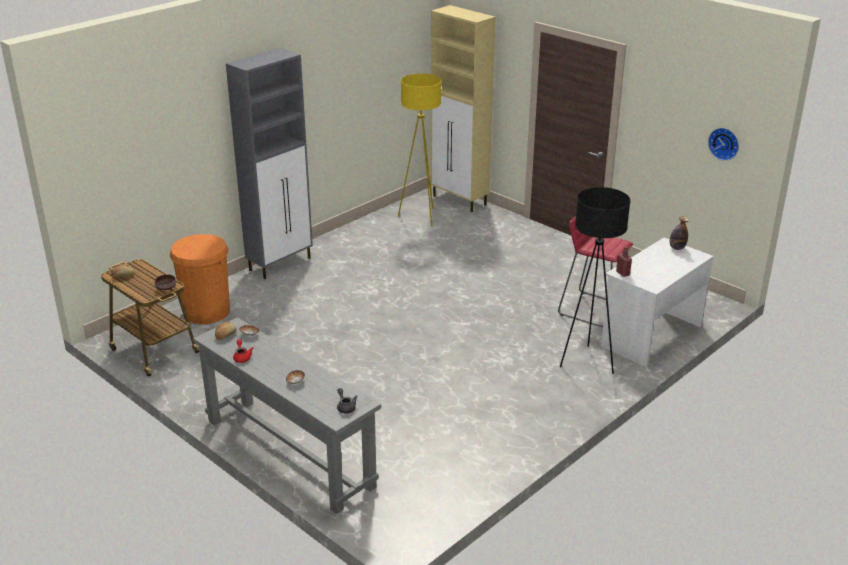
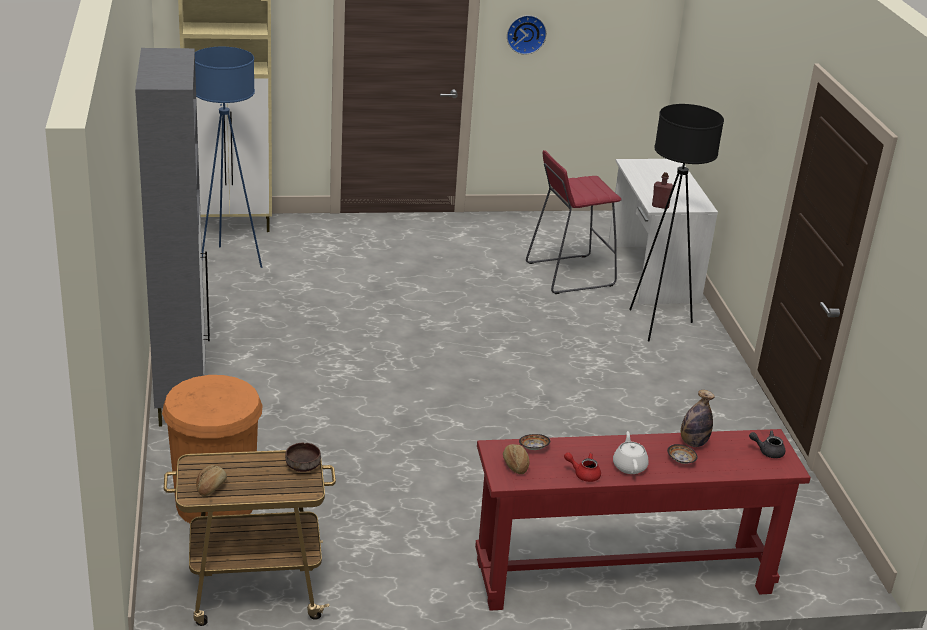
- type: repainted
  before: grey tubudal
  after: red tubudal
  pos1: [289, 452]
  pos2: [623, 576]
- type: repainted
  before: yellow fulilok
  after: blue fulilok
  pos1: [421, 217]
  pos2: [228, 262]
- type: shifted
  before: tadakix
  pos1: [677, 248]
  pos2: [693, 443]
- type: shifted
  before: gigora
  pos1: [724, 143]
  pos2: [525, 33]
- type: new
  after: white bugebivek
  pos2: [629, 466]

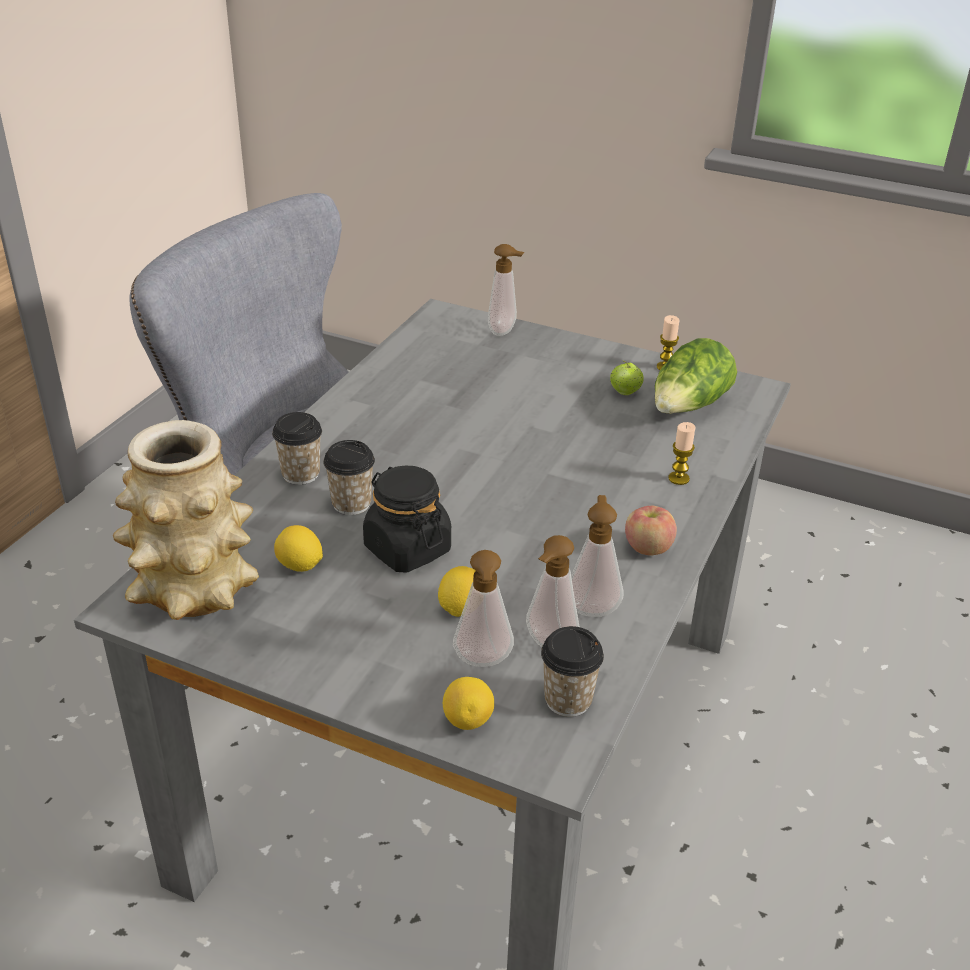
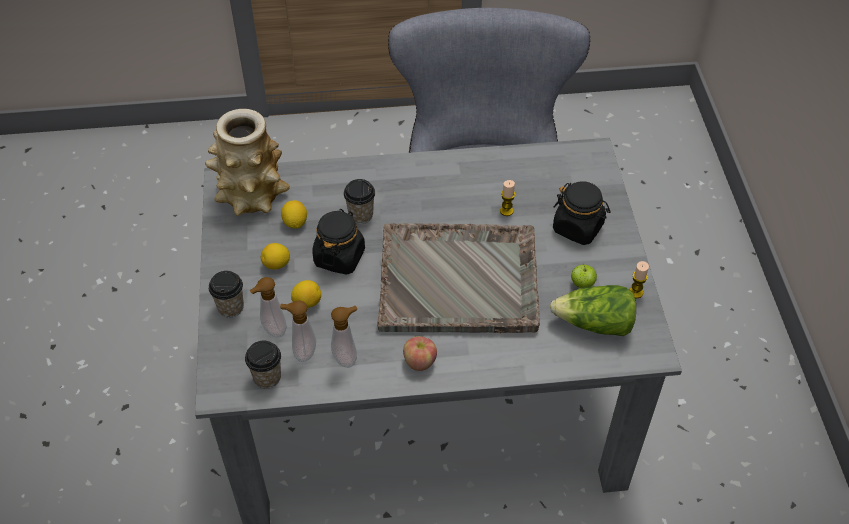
- type: shifted
  before: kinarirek
  pos1: [301, 474]
  pos2: [230, 307]
- type: shifted
  before: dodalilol
  pos1: [468, 720]
  pos2: [276, 265]
- type: gone
  before: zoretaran
  pos1: [504, 331]
- type: shifted
  before: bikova
  pos1: [678, 478]
  pos2: [506, 211]
- type: new
  after: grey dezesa
  pos2: [460, 280]
- type: new
  after: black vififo
  pos2: [578, 228]

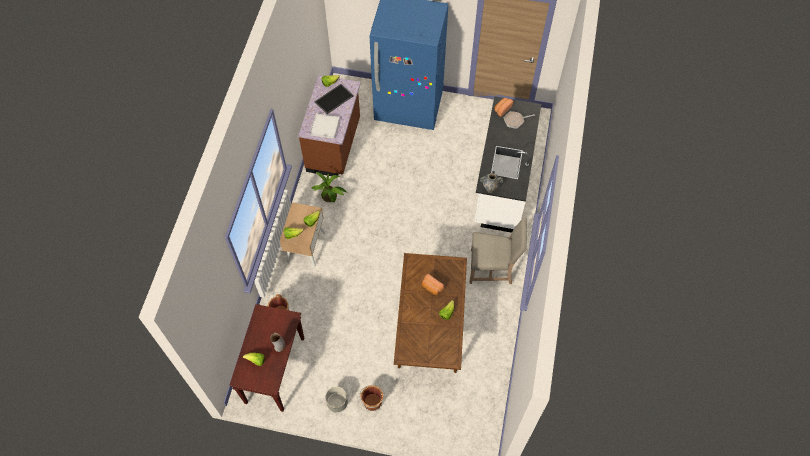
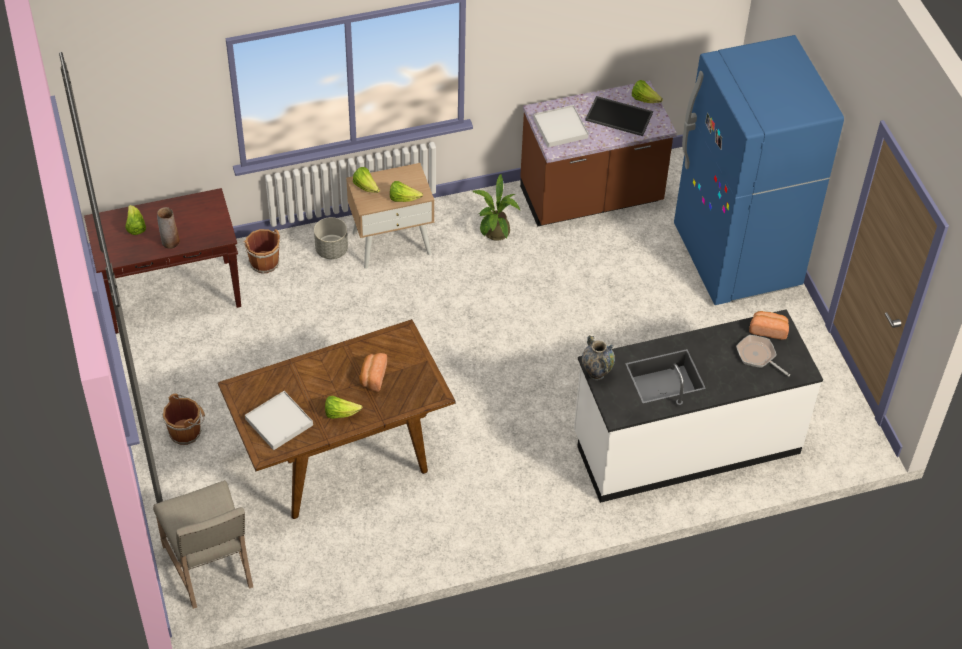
- type: shifted
  before: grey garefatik
  pos1: [337, 403]
  pos2: [331, 250]
- type: shifted
  before: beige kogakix
  pos1: [492, 268]
  pos2: [211, 567]
- type: new
  after: white dezesa
  pos2: [279, 422]

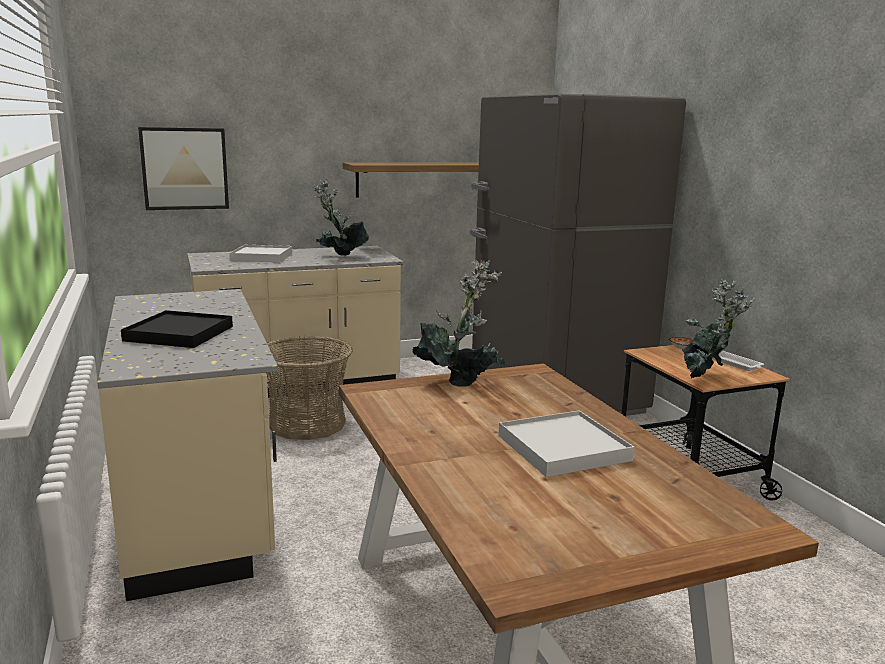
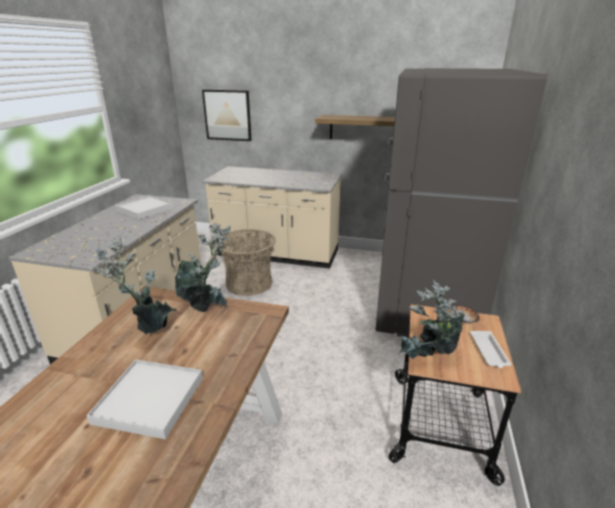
- type: gone
  before: black dezesa
  pos1: [179, 333]
- type: shifted
  before: white dezesa
  pos1: [262, 256]
  pos2: [145, 209]
- type: shifted
  before: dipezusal
  pos1: [339, 257]
  pos2: [149, 330]

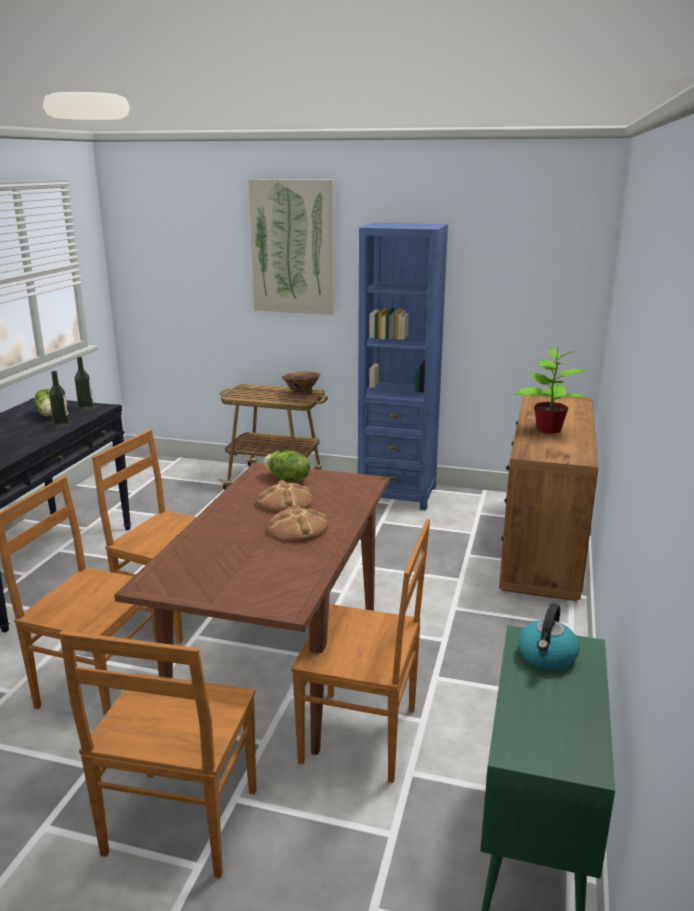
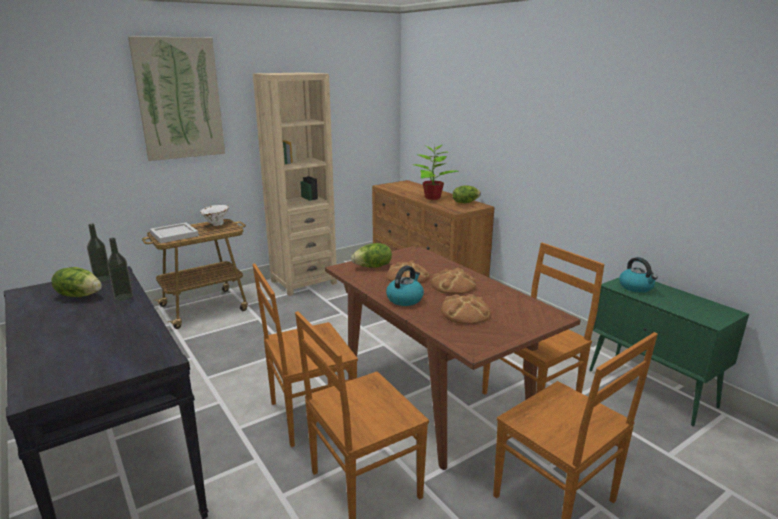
- type: repainted
  before: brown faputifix
  after: white faputifix
  pos1: [301, 393]
  pos2: [216, 225]
- type: repainted
  before: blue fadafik
  after: beige fadafik
  pos1: [397, 494]
  pos2: [303, 282]
- type: new
  after: white dezesa
  pos2: [175, 235]
- type: new
  after: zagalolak
  pos2: [405, 299]
- type: new
  after: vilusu
  pos2: [465, 313]
- type: new
  after: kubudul
  pos2: [465, 202]

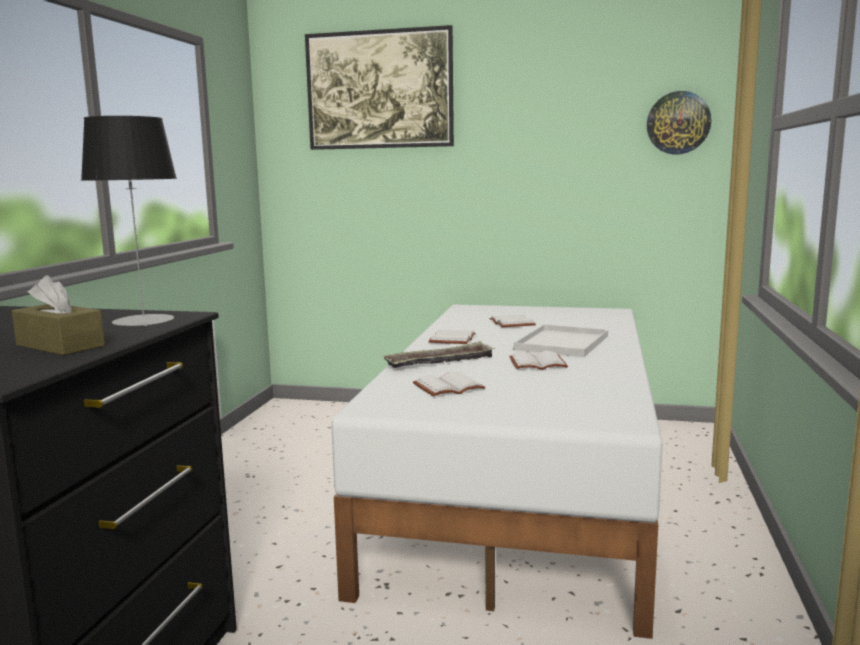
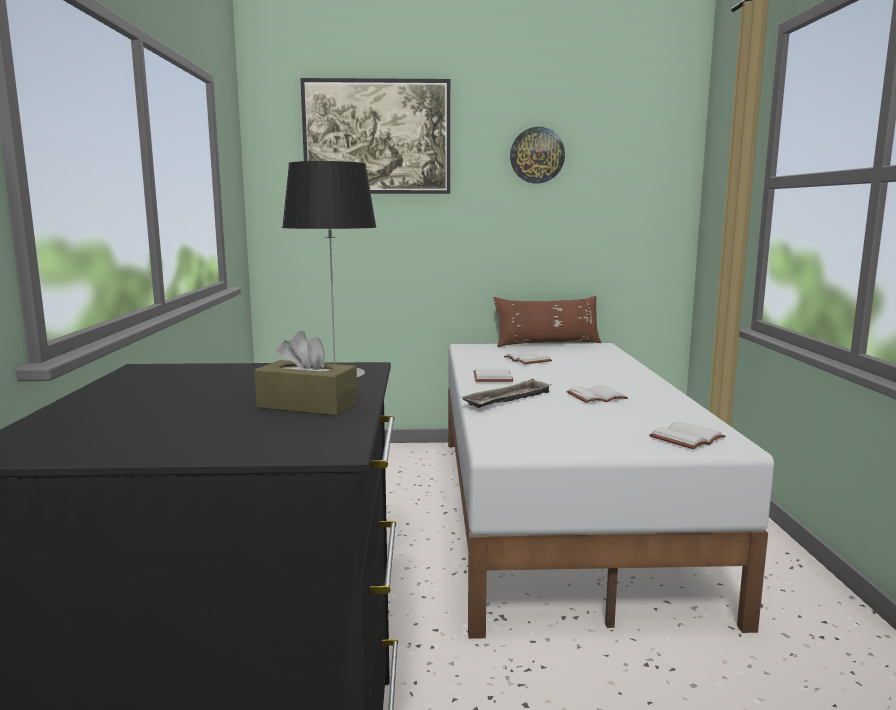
- type: shifted
  before: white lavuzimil
  pos1: [448, 388]
  pos2: [688, 439]
- type: gone
  before: white dezesa
  pos1: [561, 342]
- type: shifted
  before: gigora
  pos1: [678, 123]
  pos2: [537, 155]
- type: new
  after: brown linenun
  pos2: [547, 344]

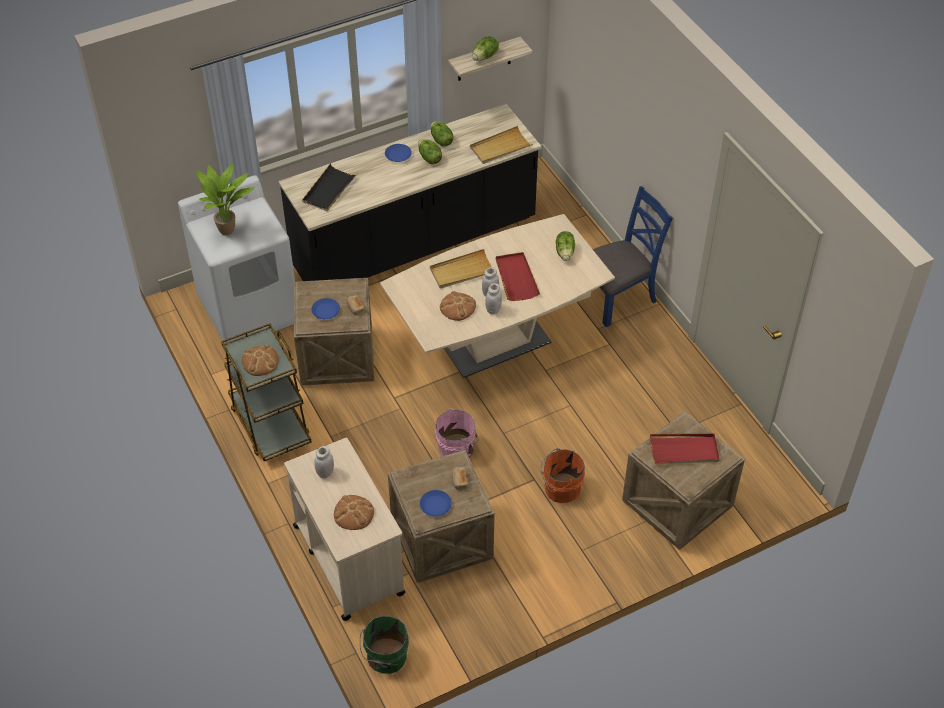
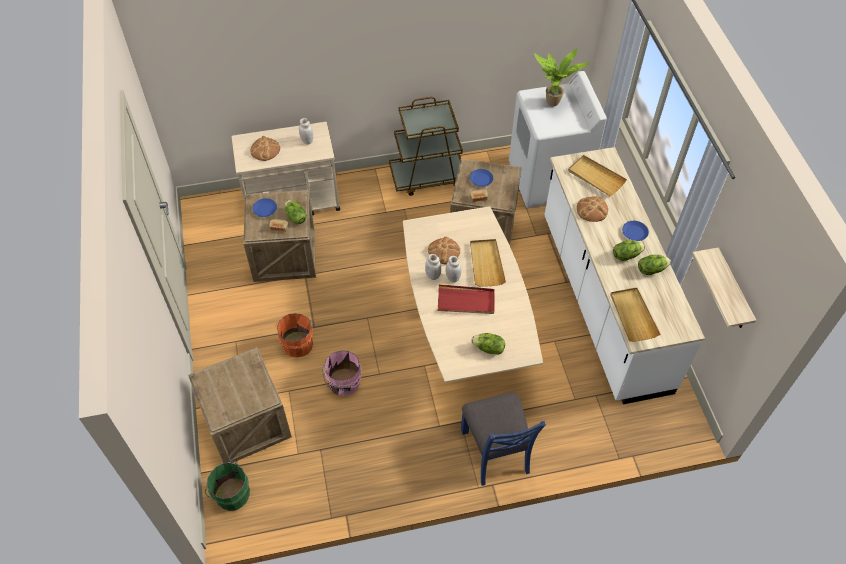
- type: shifted
  before: vilusu
  pos1: [260, 361]
  pos2: [592, 210]
- type: repainted
  before: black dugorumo
  after: white dugorumo
  pos1: [415, 243]
  pos2: [602, 302]
- type: repainted
  before: black dezesa
  after: beige dezesa
  pos1: [329, 190]
  pos2: [595, 177]
- type: shifted
  before: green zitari
  pos1: [386, 657]
  pos2: [231, 493]
- type: shifted
  before: pink zitari
  pos1: [457, 447]
  pos2: [344, 383]
- type: shifted
  before: kubudul
  pos1: [485, 56]
  pos2: [295, 217]
- type: gone
  before: red dezesa
  pos1: [684, 450]

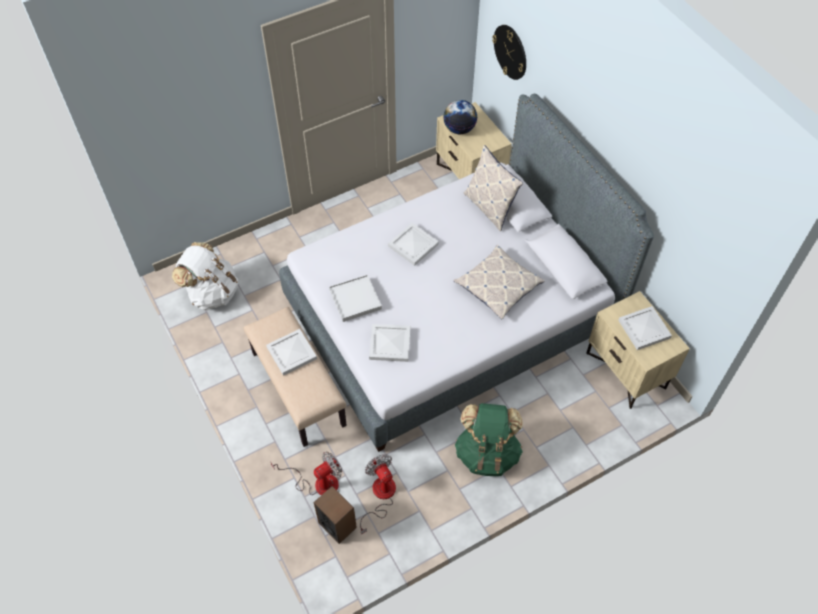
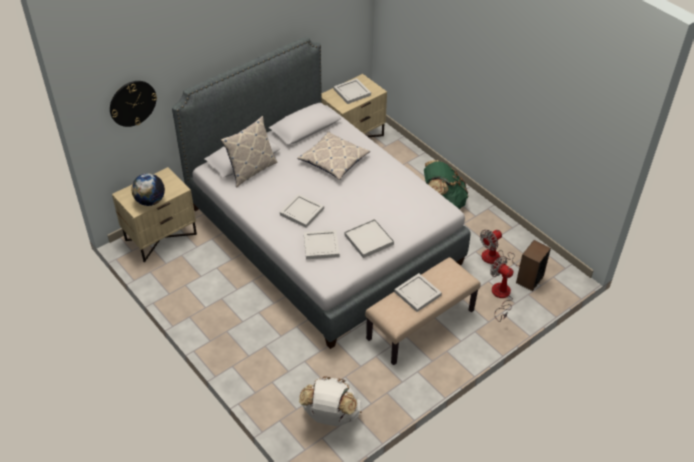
- type: shifted
  before: white dezesa
  pos1: [389, 344]
  pos2: [321, 246]

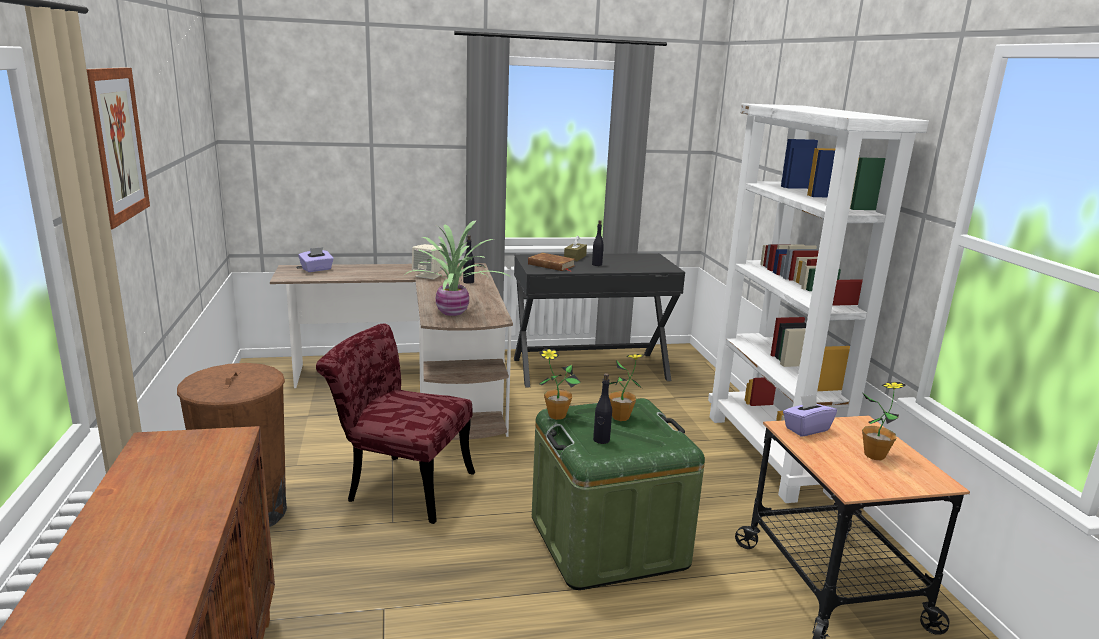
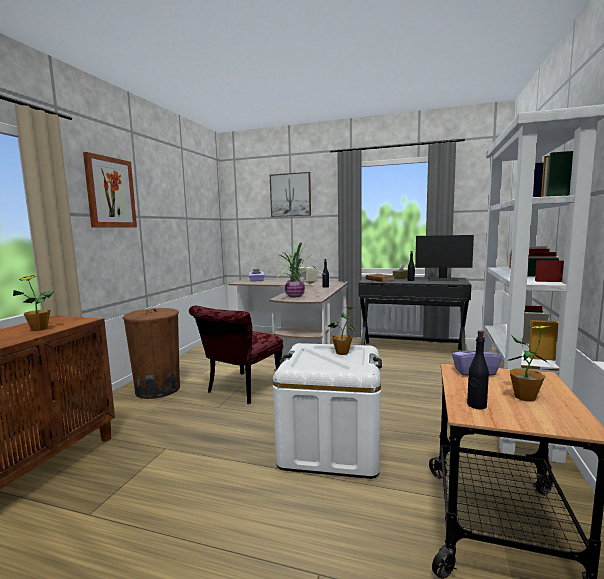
- type: rotated
  before: red kogakix
  pos1: [400, 485]
  pos2: [240, 391]
  turn: -105
- type: repainted
  before: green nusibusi
  after: white nusibusi
  pos1: [608, 542]
  pos2: [331, 446]
- type: shifted
  before: dipezusal
  pos1: [557, 415]
  pos2: [39, 329]
- type: shifted
  before: black tadakix
  pos1: [601, 440]
  pos2: [476, 405]
- type: new
  after: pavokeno
  pos2: [290, 195]
- type: new
  after: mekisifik
  pos2: [443, 279]

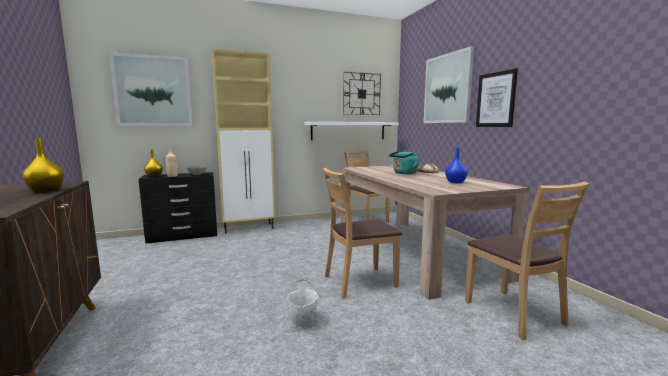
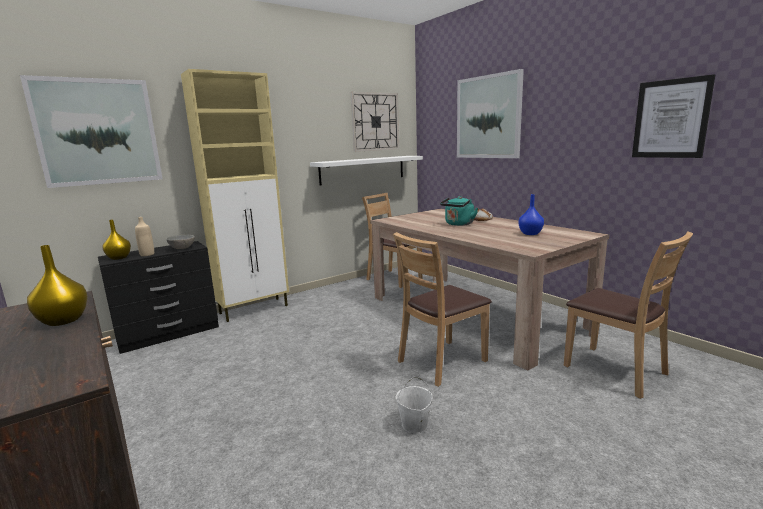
- type: shifted
  before: pavokeno
  pos1: [496, 100]
  pos2: [671, 119]

